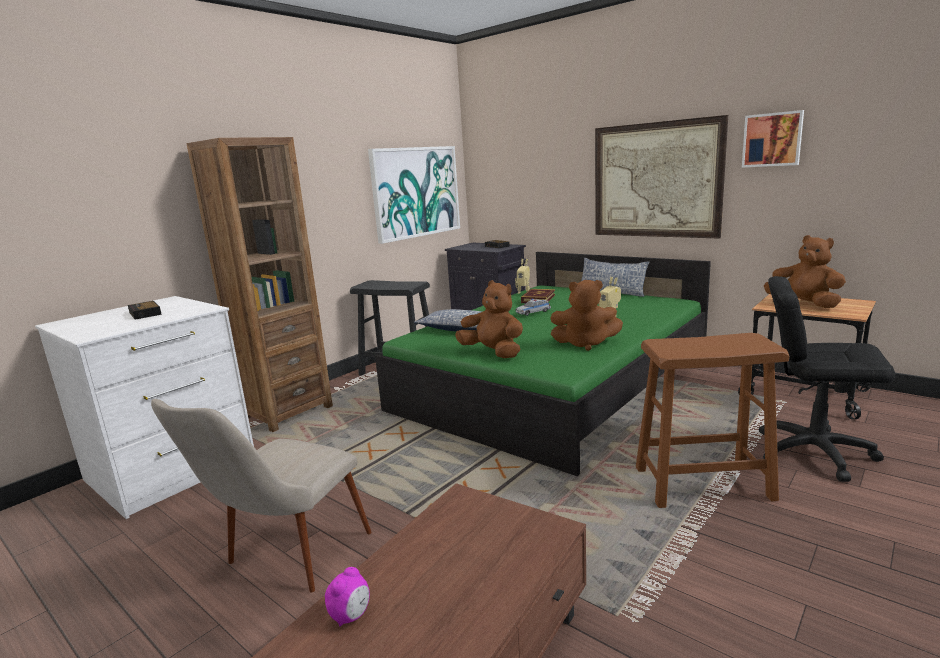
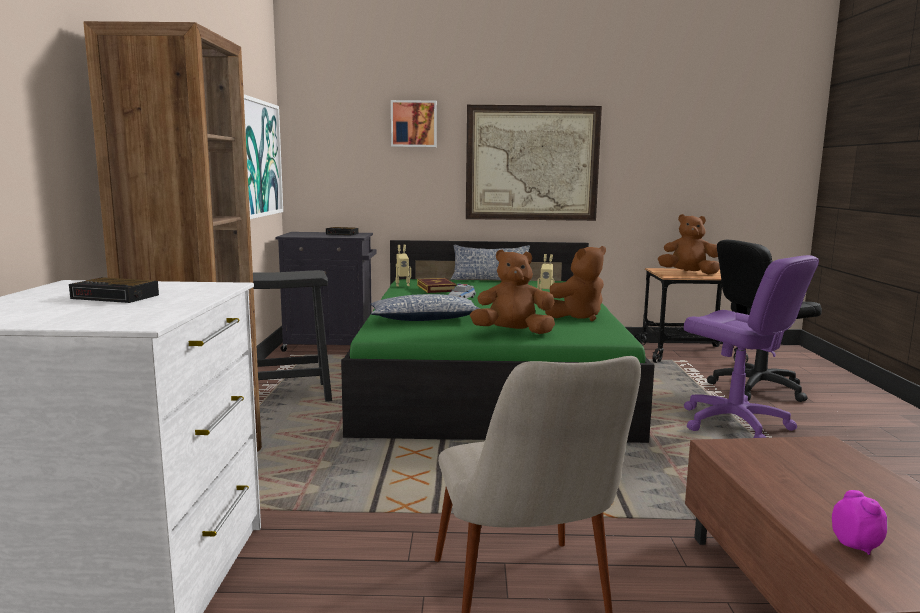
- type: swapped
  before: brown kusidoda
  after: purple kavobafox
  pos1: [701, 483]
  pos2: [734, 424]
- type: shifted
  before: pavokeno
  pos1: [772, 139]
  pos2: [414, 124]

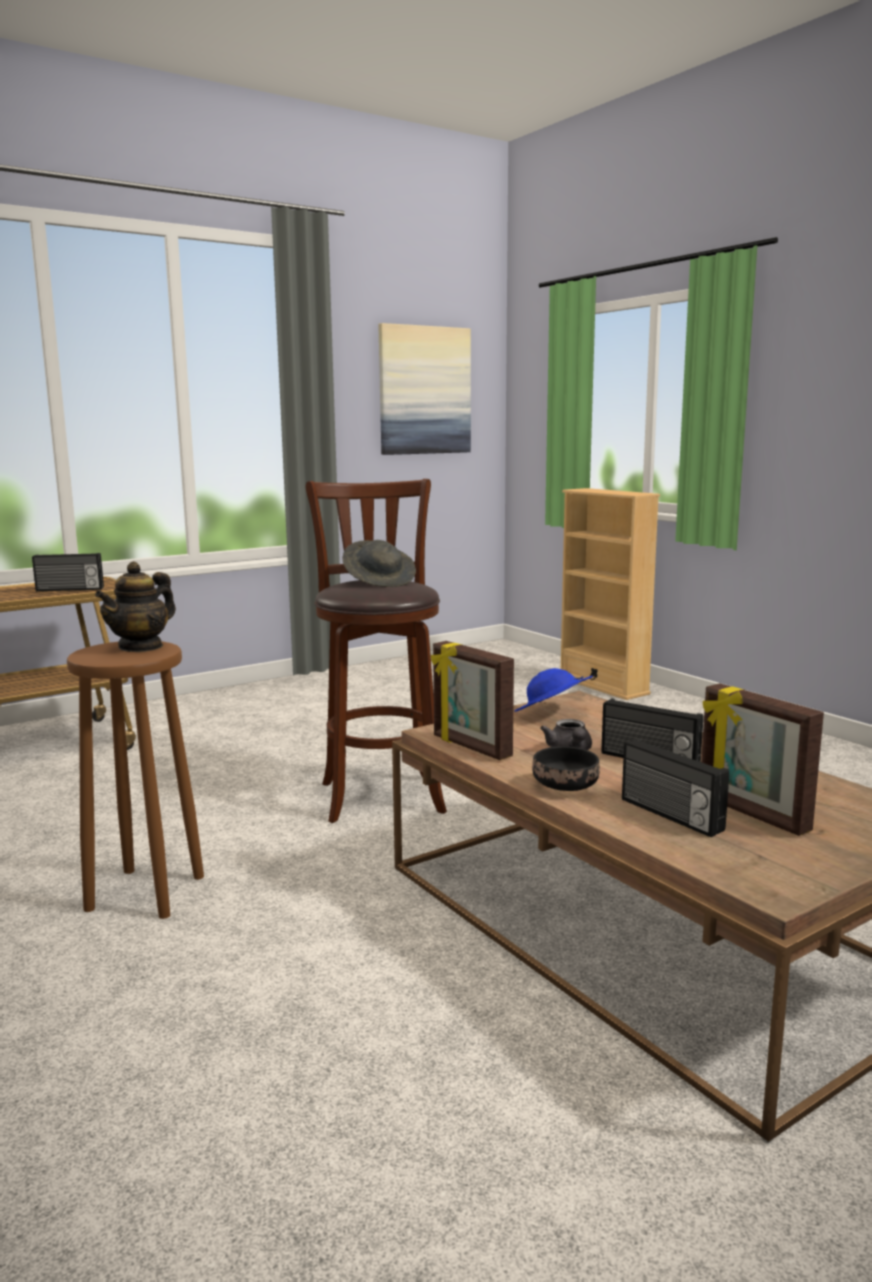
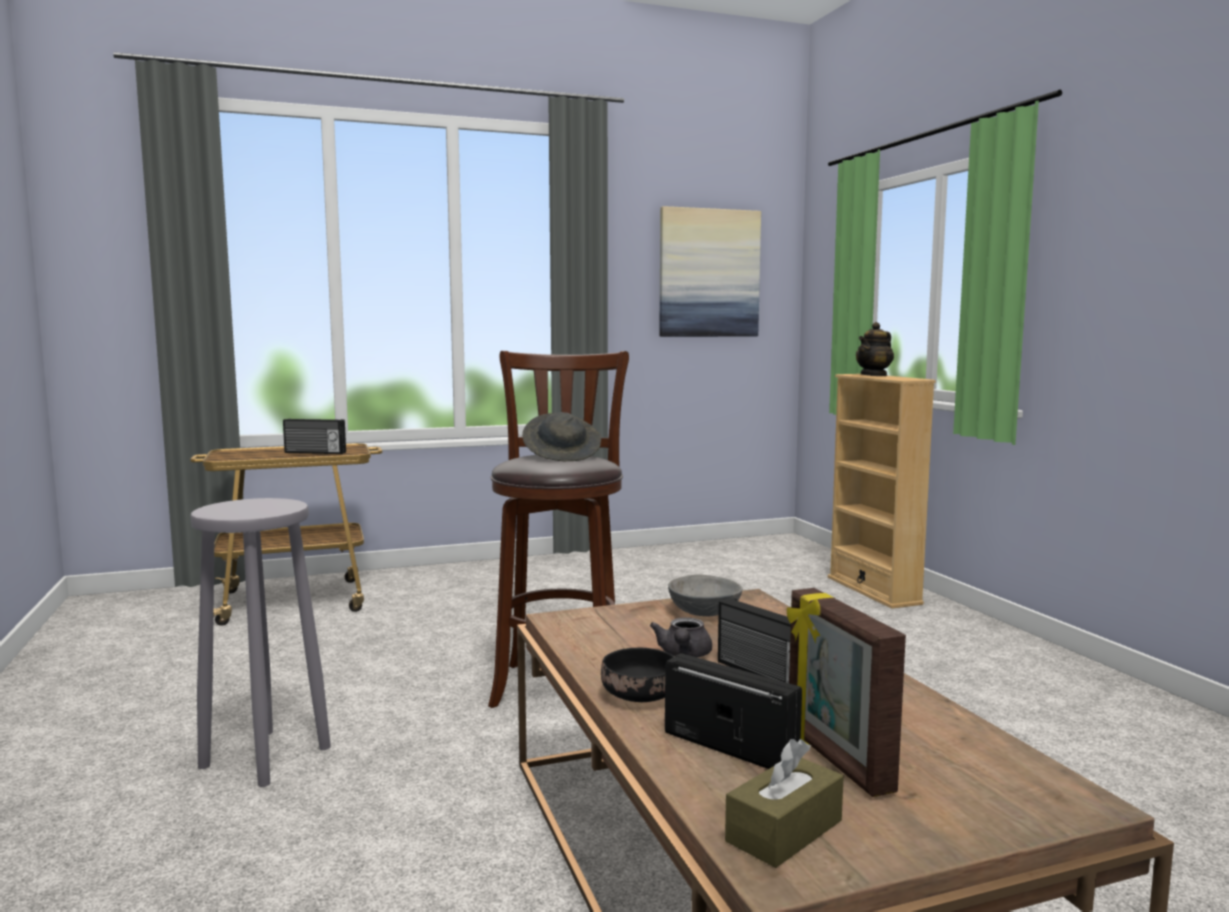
- type: repainted
  before: brown kusidoda
  after: grey kusidoda
  pos1: [147, 893]
  pos2: [267, 757]
- type: shifted
  before: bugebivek
  pos1: [141, 647]
  pos2: [874, 375]
- type: gone
  before: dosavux
  pos1: [470, 747]
- type: swapped
  before: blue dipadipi
  after: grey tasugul
  pos1: [552, 714]
  pos2: [703, 612]
- type: rotated
  before: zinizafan
  pos1: [669, 815]
  pos2: [731, 747]
  turn: 150
- type: new
  after: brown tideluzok
  pos2: [784, 831]

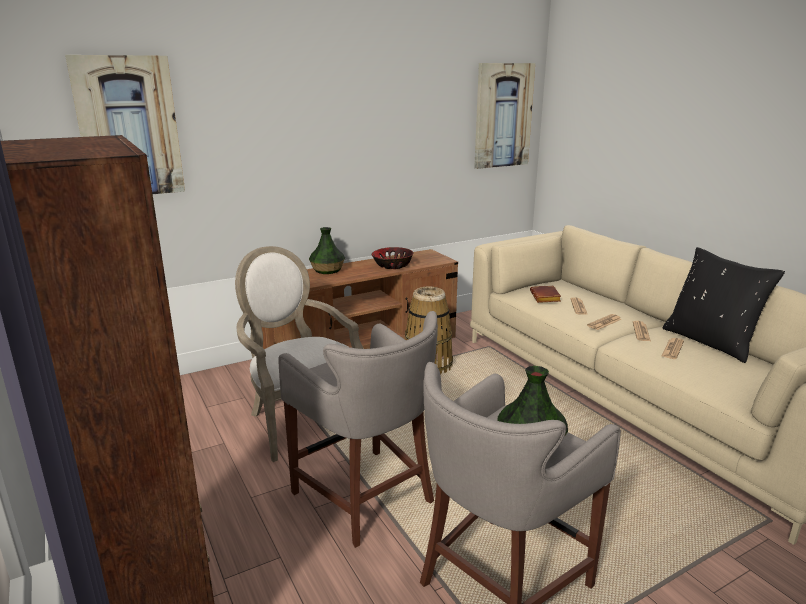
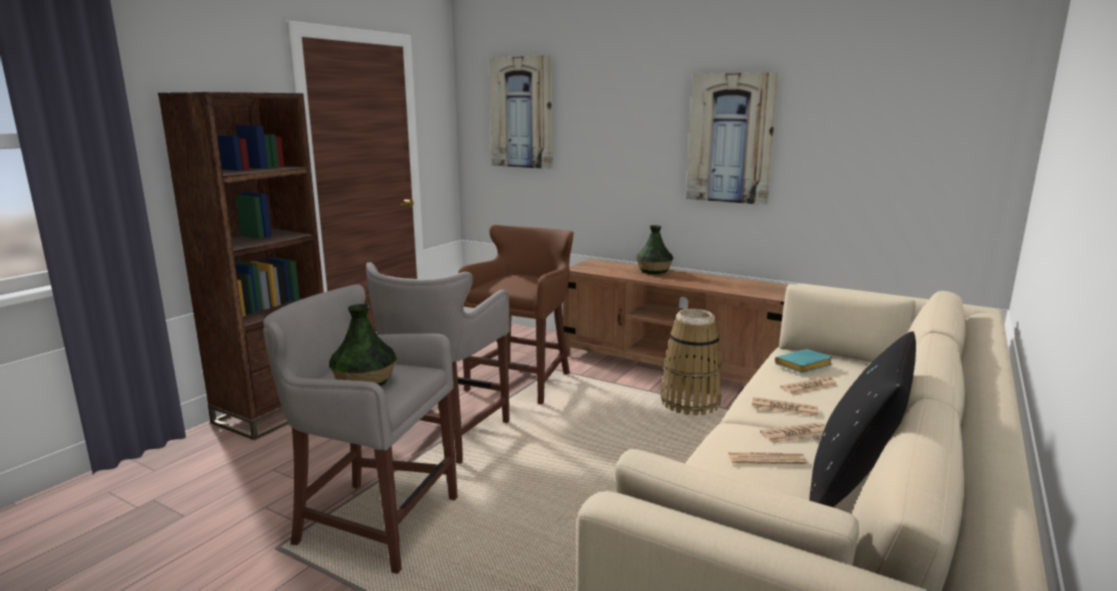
- type: swapped
  before: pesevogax
  after: brown kusidoda
  pos1: [300, 420]
  pos2: [522, 381]
- type: gone
  before: tasugul
  pos1: [392, 265]
- type: shifted
  before: pavokeno
  pos1: [503, 116]
  pos2: [731, 138]
- type: repainted
  before: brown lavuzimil
  after: turquoise lavuzimil
  pos1: [546, 297]
  pos2: [803, 366]

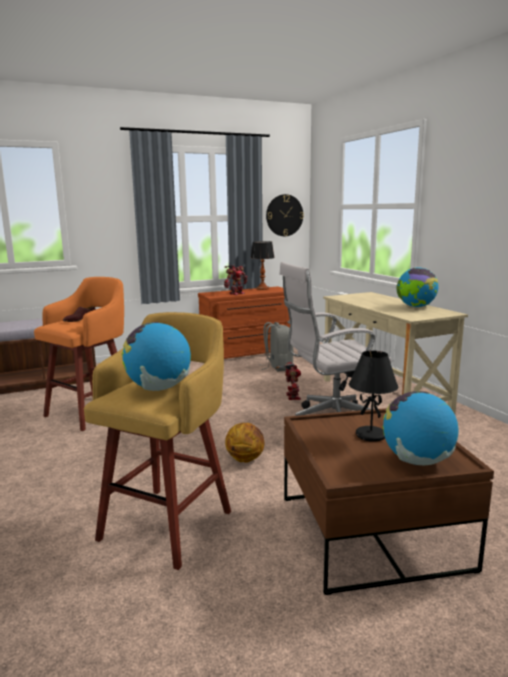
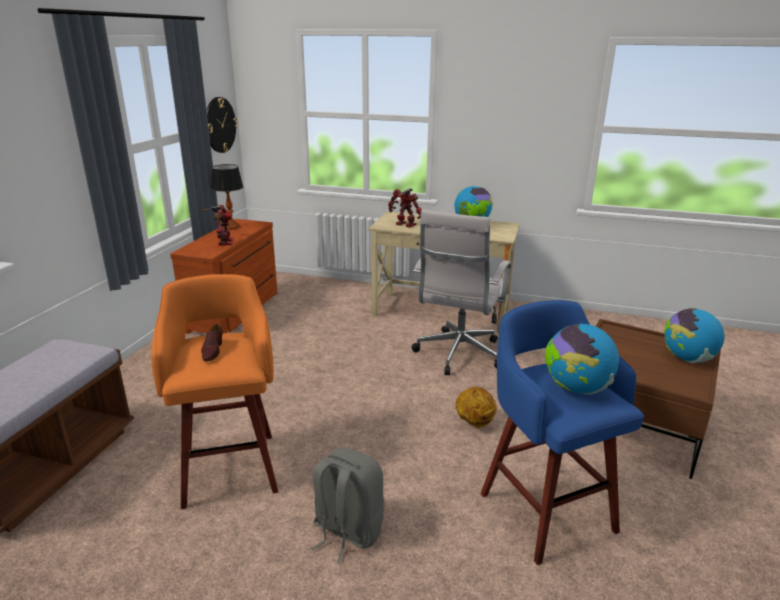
- type: repainted
  before: yellow kusidoda
  after: blue kusidoda
  pos1: [169, 523]
  pos2: [544, 509]
- type: shifted
  before: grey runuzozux
  pos1: [278, 367]
  pos2: [346, 531]
- type: shifted
  before: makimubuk
  pos1: [291, 397]
  pos2: [405, 225]
- type: gone
  before: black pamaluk
  pos1: [371, 435]

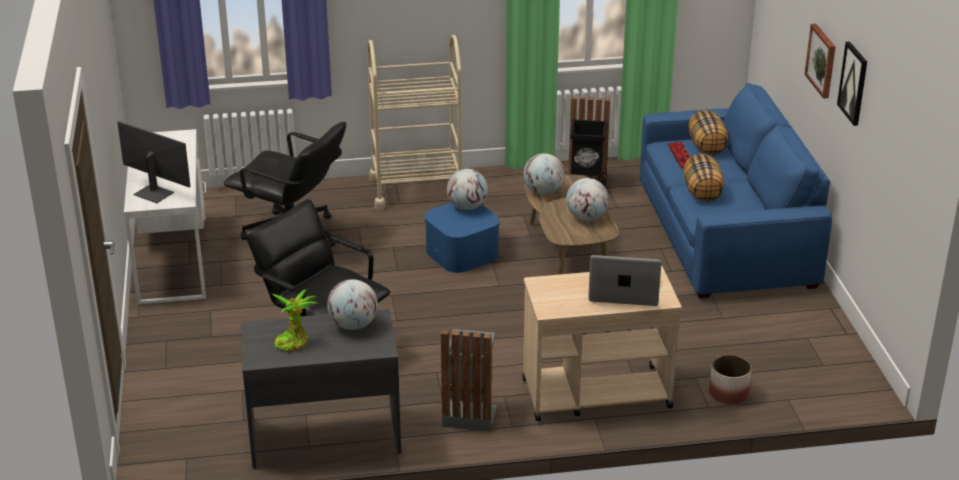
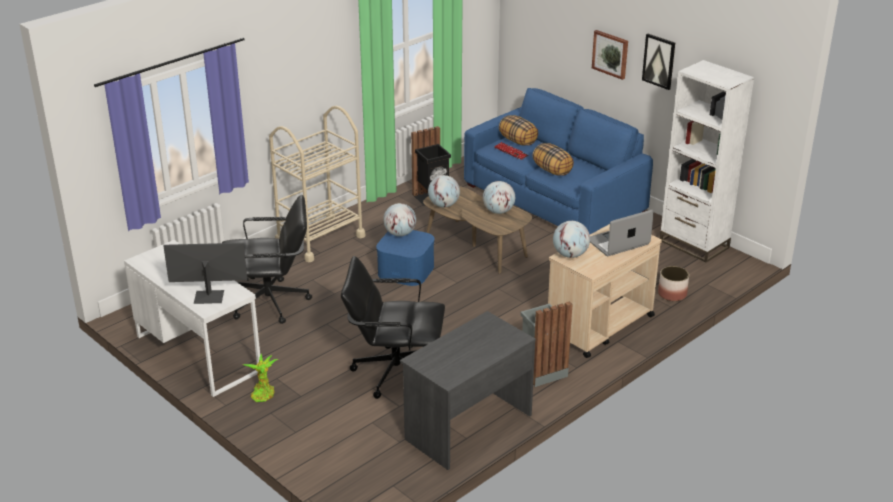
- type: shifted
  before: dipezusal
  pos1: [294, 341]
  pos2: [263, 393]
- type: shifted
  before: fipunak
  pos1: [353, 325]
  pos2: [570, 255]
- type: new
  after: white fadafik
  pos2: [694, 244]

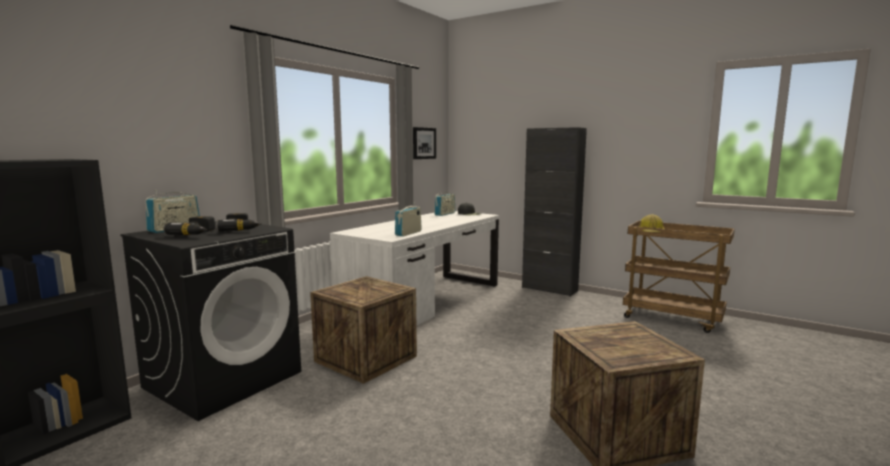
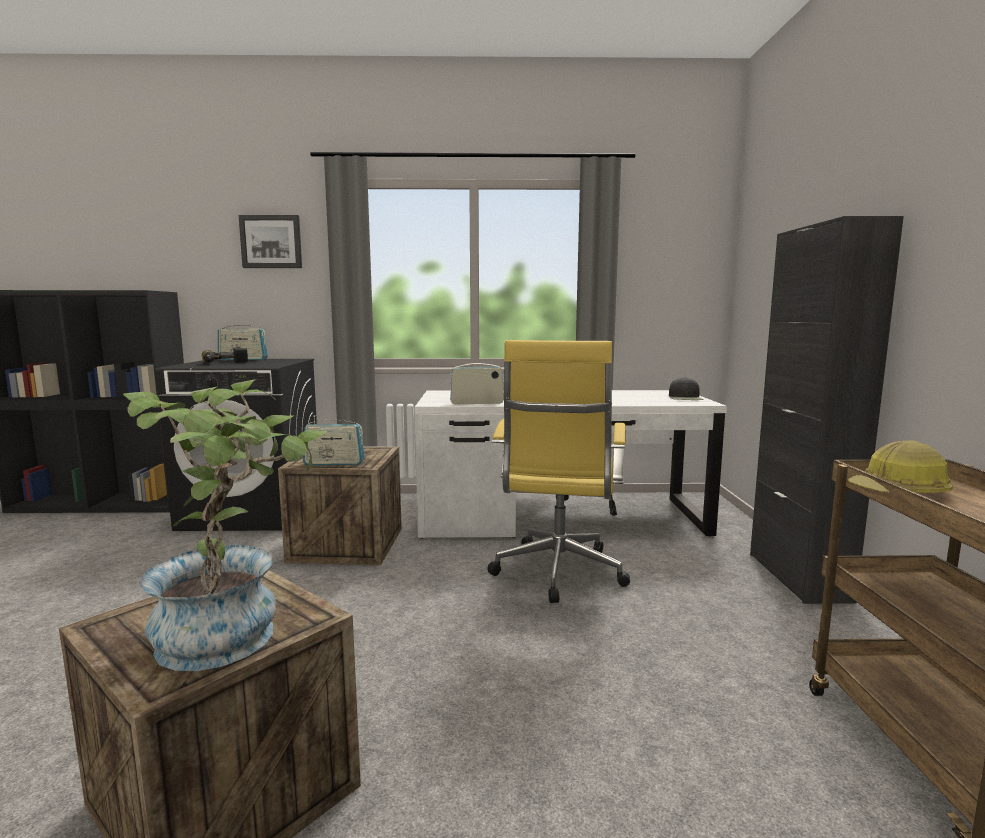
- type: gone
  before: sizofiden
  pos1: [241, 229]
- type: shifted
  before: pavokeno
  pos1: [423, 143]
  pos2: [271, 242]
- type: shifted
  before: zinizafan
  pos1: [445, 214]
  pos2: [334, 463]
- type: new
  after: dipezusal
  pos2: [235, 631]
- type: new
  after: yellow kavobafox
  pos2: [557, 574]

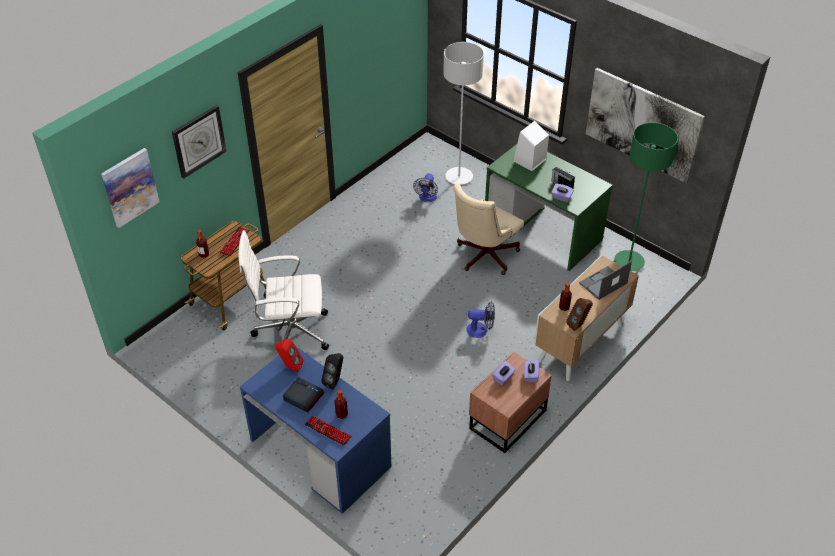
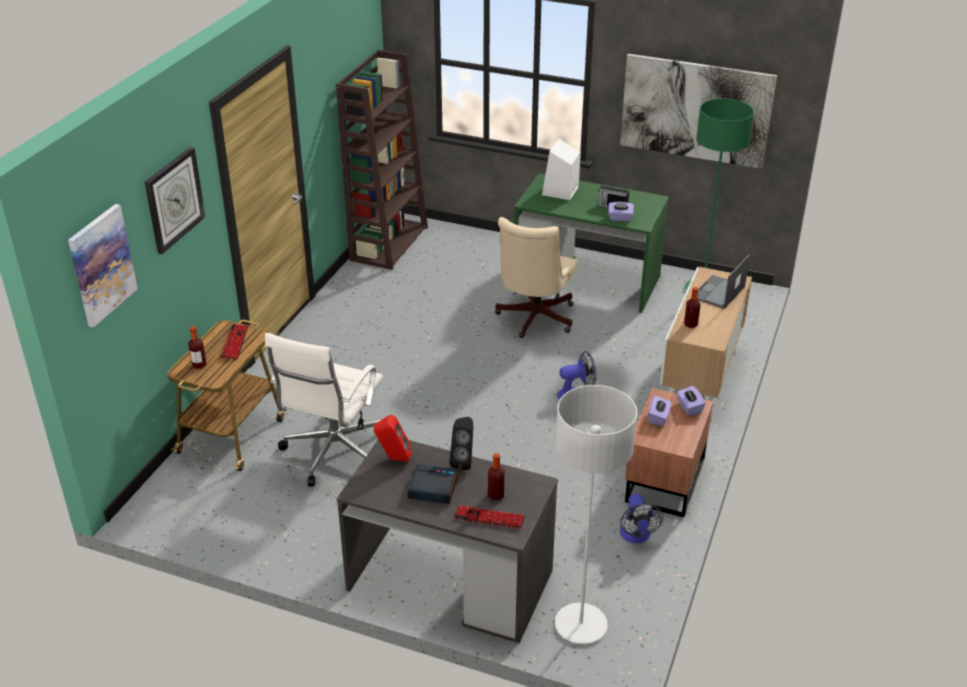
- type: rotated
  before: white kavobafox
  pos1: [290, 332]
  pos2: [333, 453]
  turn: -45
- type: repainted
  before: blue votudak
  after: grey votudak
  pos1: [319, 453]
  pos2: [449, 581]
- type: shifted
  before: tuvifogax
  pos1: [427, 198]
  pos2: [636, 536]
- type: shifted
  before: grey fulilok
  pos1: [459, 177]
  pos2: [580, 625]
- type: gone
  before: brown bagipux
  pos1: [578, 325]
- type: new
  after: brown fadafik
  pos2: [389, 243]

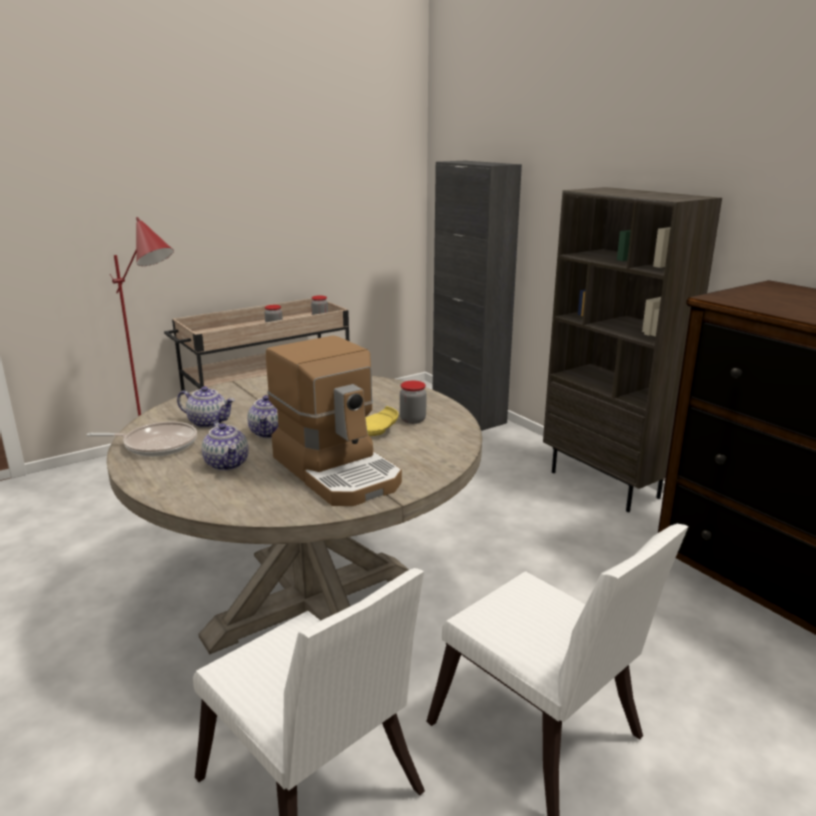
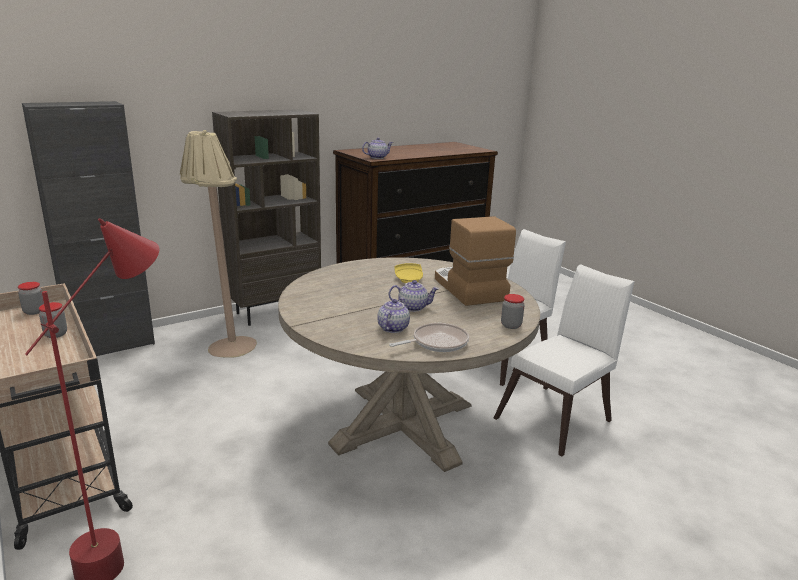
- type: rotated
  before: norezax
  pos1: [156, 444]
  pos2: [436, 342]
  turn: 60
- type: shifted
  before: bugebivek
  pos1: [227, 464]
  pos2: [377, 157]
- type: rotated
  before: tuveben
  pos1: [338, 470]
  pos2: [468, 289]
  turn: -75
- type: shifted
  before: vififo
  pos1: [412, 420]
  pos2: [511, 325]
- type: new
  after: beige fulilok
  pos2: [225, 344]

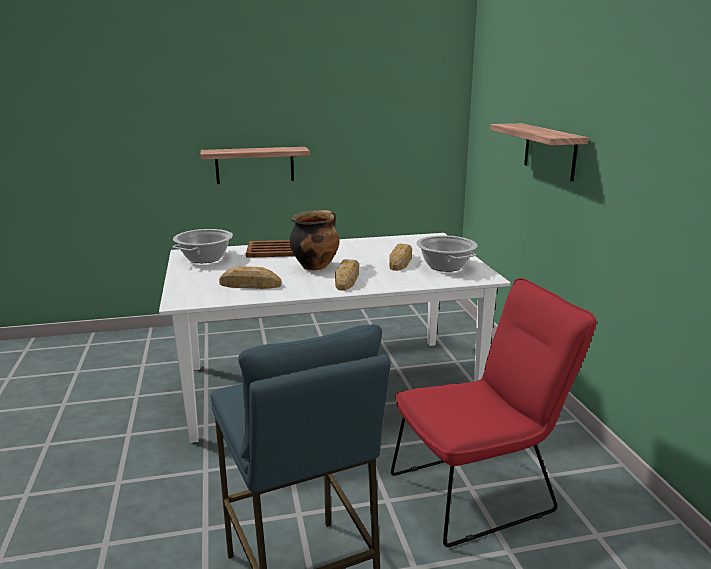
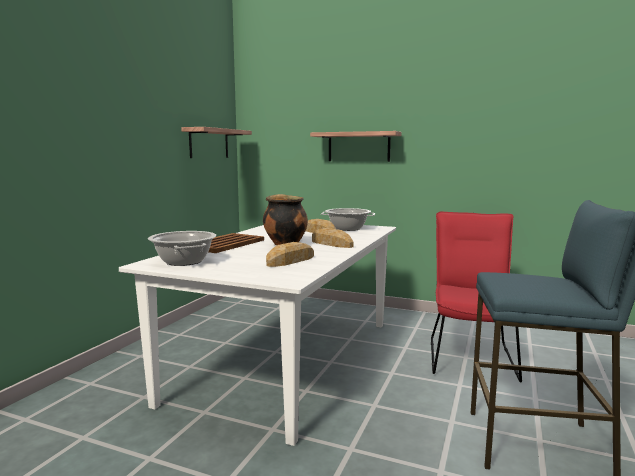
- type: shifted
  before: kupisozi
  pos1: [255, 165]
  pos2: [209, 143]

